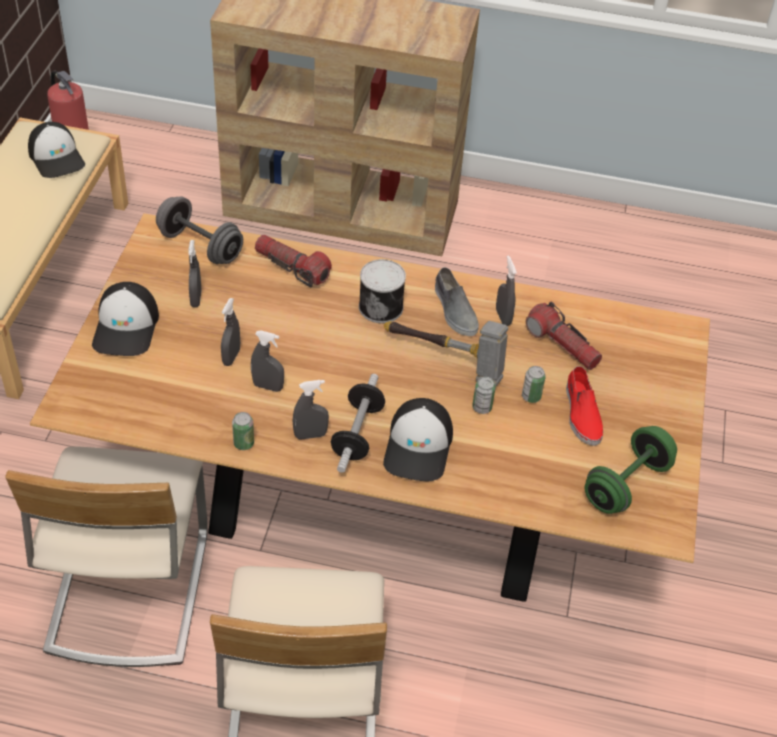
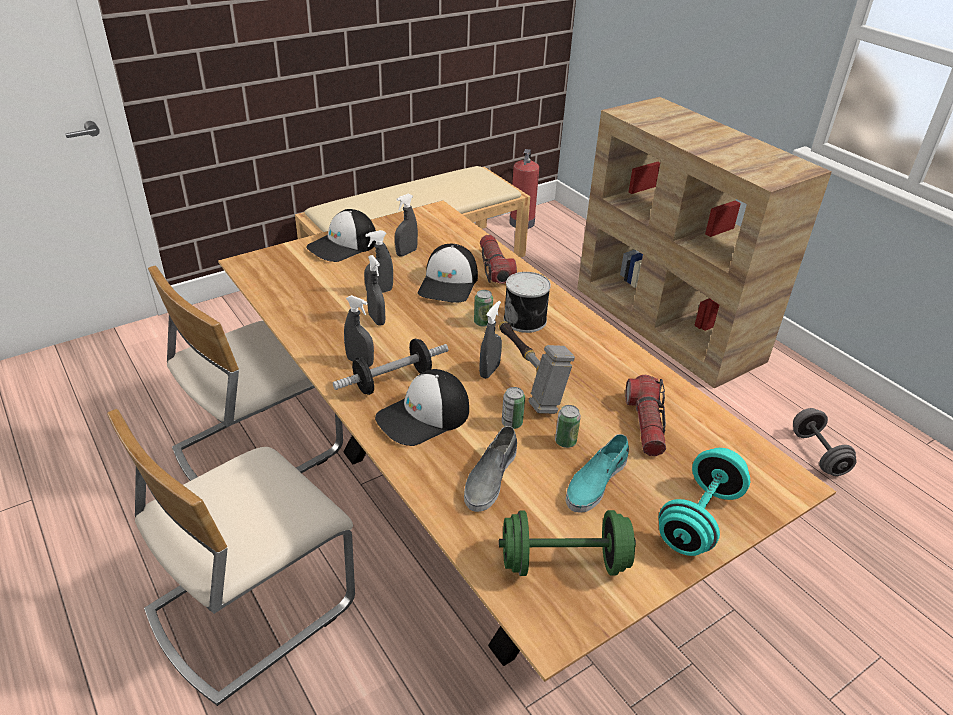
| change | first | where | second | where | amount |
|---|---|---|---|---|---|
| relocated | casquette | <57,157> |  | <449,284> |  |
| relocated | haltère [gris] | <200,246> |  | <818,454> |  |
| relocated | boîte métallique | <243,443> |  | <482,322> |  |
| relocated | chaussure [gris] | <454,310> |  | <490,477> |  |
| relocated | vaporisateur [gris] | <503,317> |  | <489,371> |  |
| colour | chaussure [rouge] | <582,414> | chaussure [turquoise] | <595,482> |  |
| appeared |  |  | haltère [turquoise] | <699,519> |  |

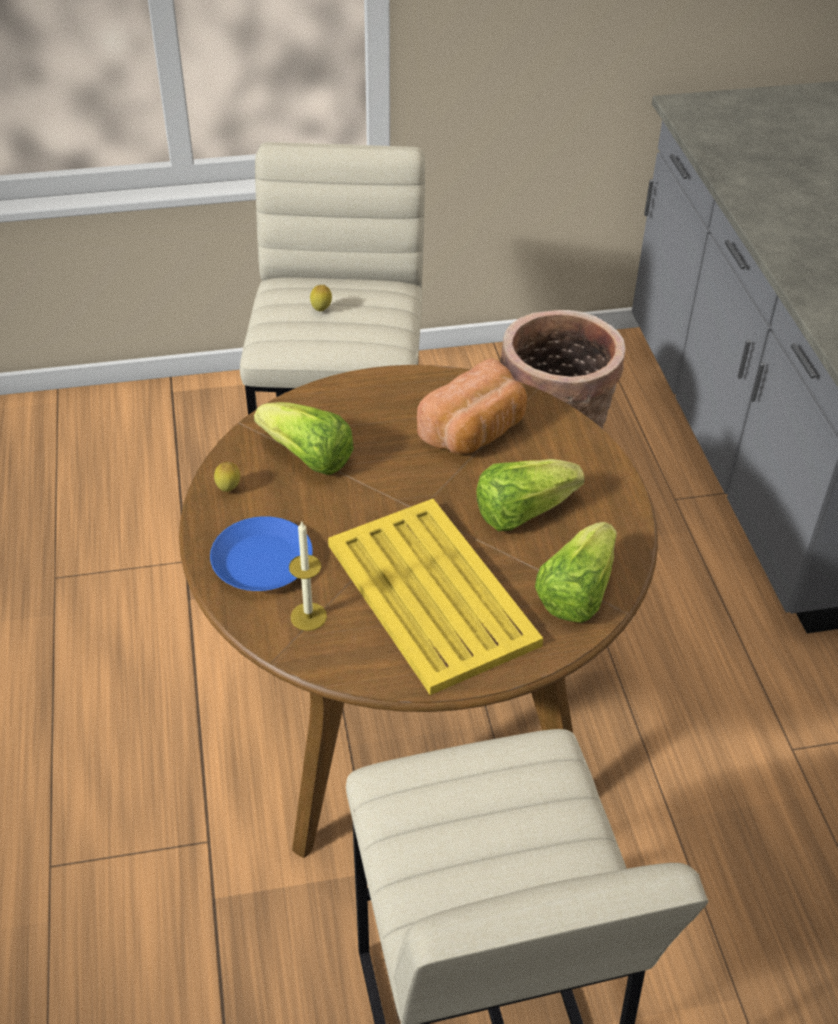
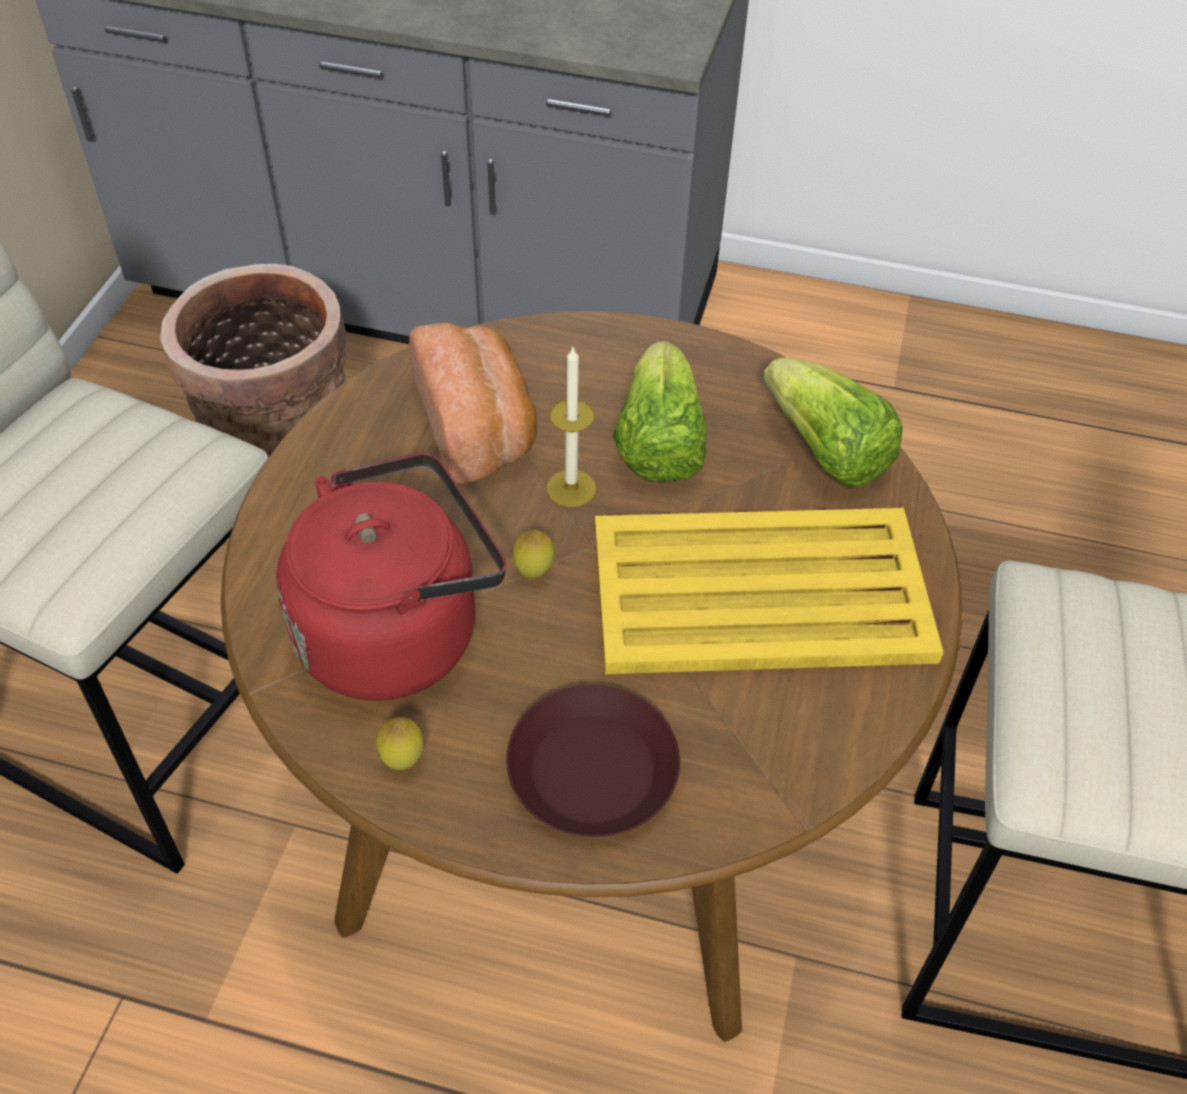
| change | first | where | second | where | amount |
|---|---|---|---|---|---|
| colour | assiette [bleu] | <263,562> | assiette [marron] | <594,769> |  |
| exchanged | laitue | <307,457> | bouilloire [rouge] | <398,631> |  |
| relocated | bougie | <308,616> |  | <571,488> |  |
| relocated | citron | <321,310> |  | <533,572> |  |

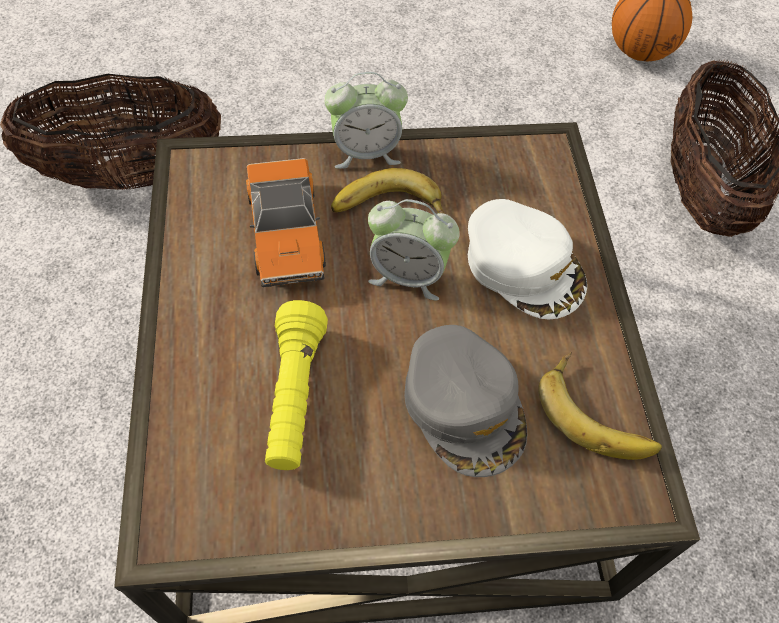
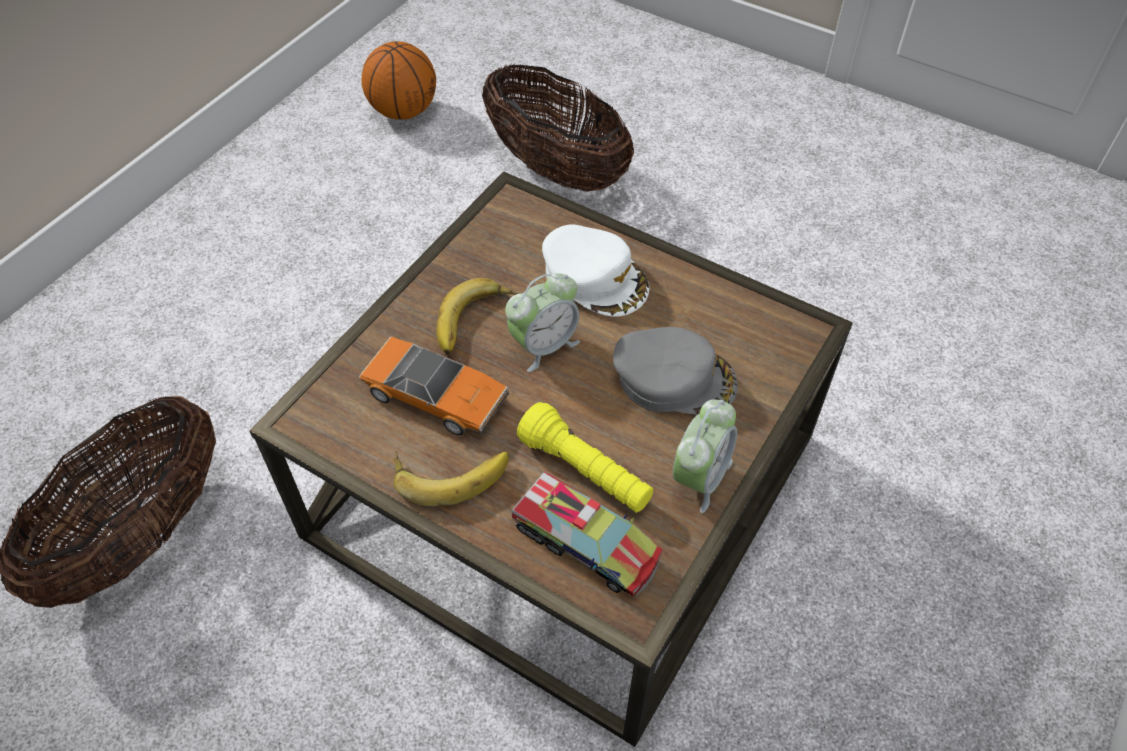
| change | first | where | second | where | amount |
|---|---|---|---|---|---|
| relocated | réveil | <366,152> |  | <700,477> |  |
| spun | casquette [blanc] | <524,265> |  | <595,277> | 45 degrees clockwise |
| relocated | banane | <598,412> |  | <450,471> |  |
| appeared |  |  | camion jouet | <585,543> |  |

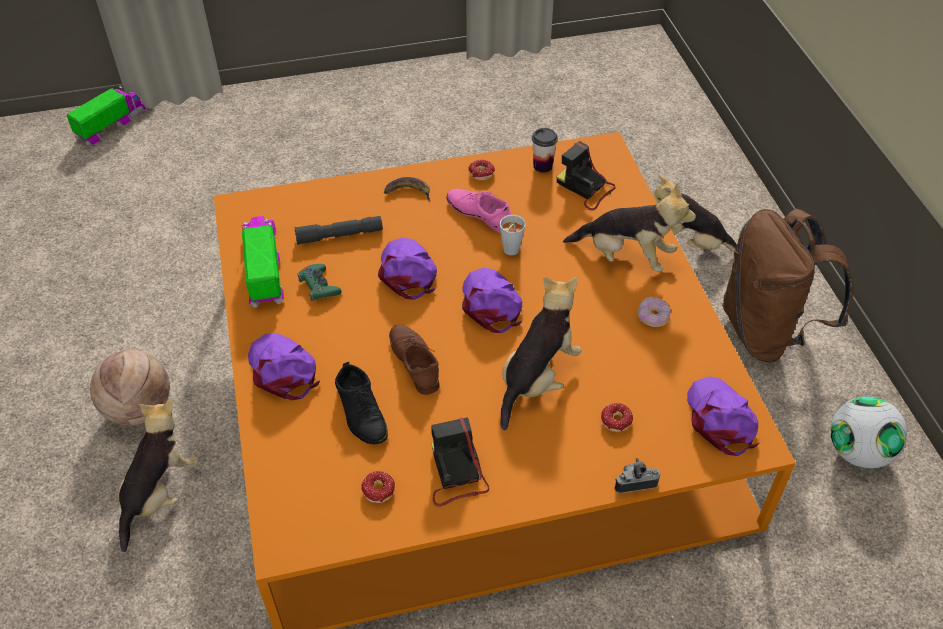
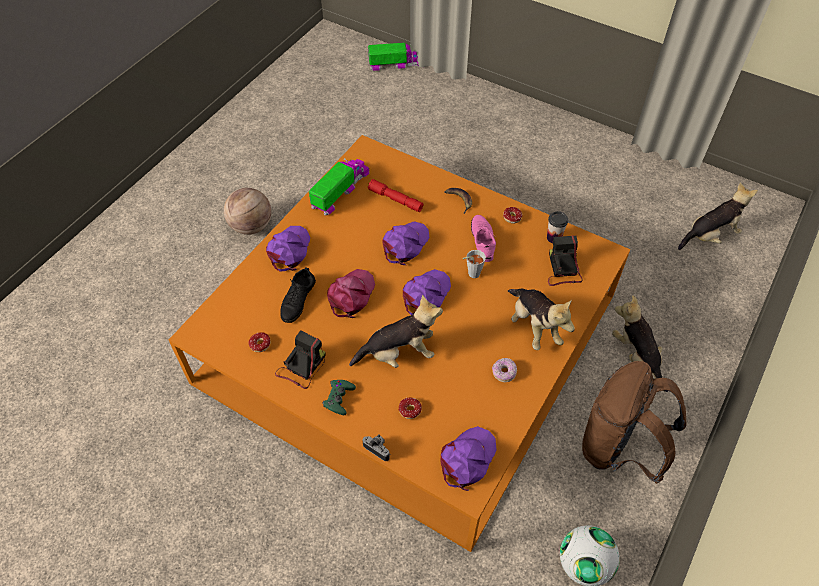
| change | first | where | second | where | amount |
|---|---|---|---|---|---|
| relocated | peluche | <160,493> |  | <710,236> |  |
| colour | lampe de poche [gris] | <339,235> | lampe de poche [rouge] | <395,199> |  |
| relocated | manette [vert] | <319,286> |  | <339,398> |  |
| exchanged | chaussure [marron] | <414,362> | casquette [rose] | <351,295> |  |

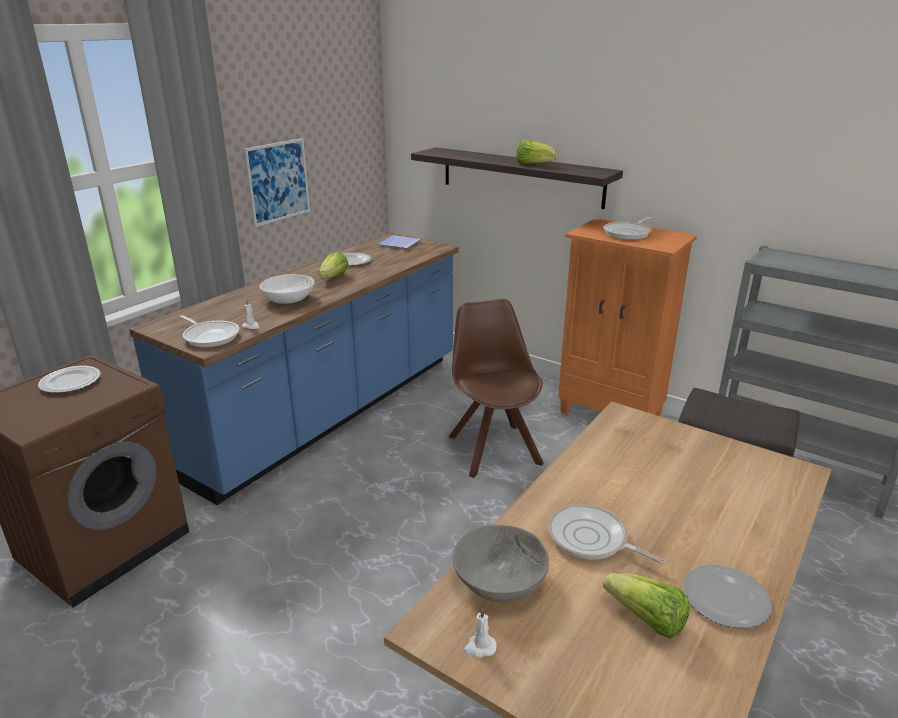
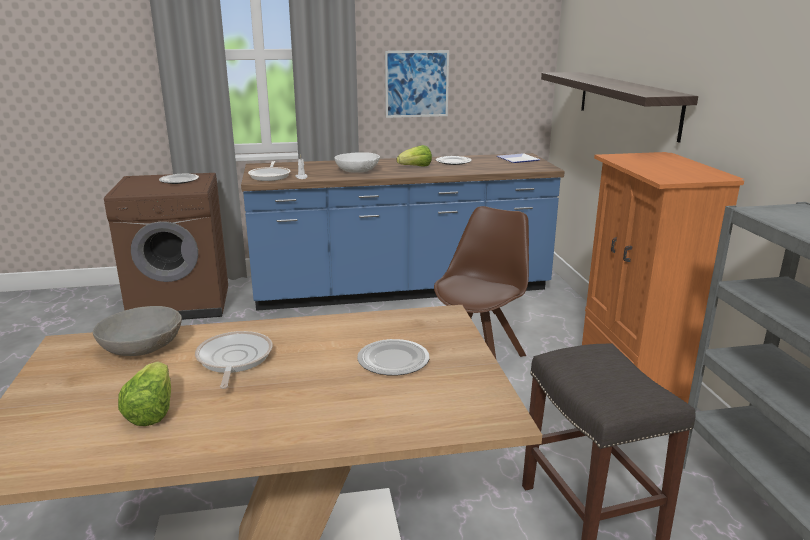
| change | first | where | second | where | amount |
|---|---|---|---|---|---|
| missing | bougie [blanc] | <479,647> |  |  |  |
| missing | laitue | <533,164> |  |  |  |
| missing | poêle | <628,233> |  |  |  |
| relocated | assiette | <724,598> |  | <393,359> |  |

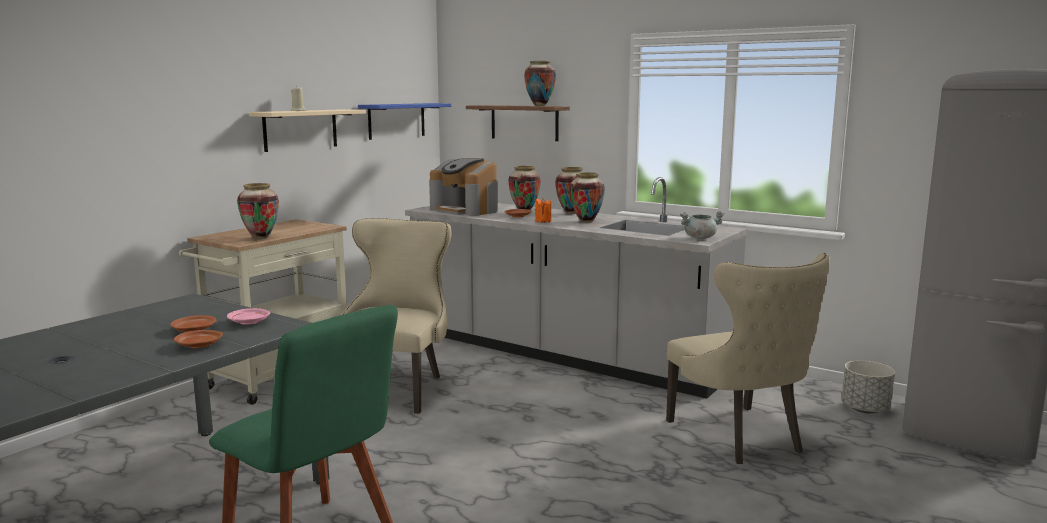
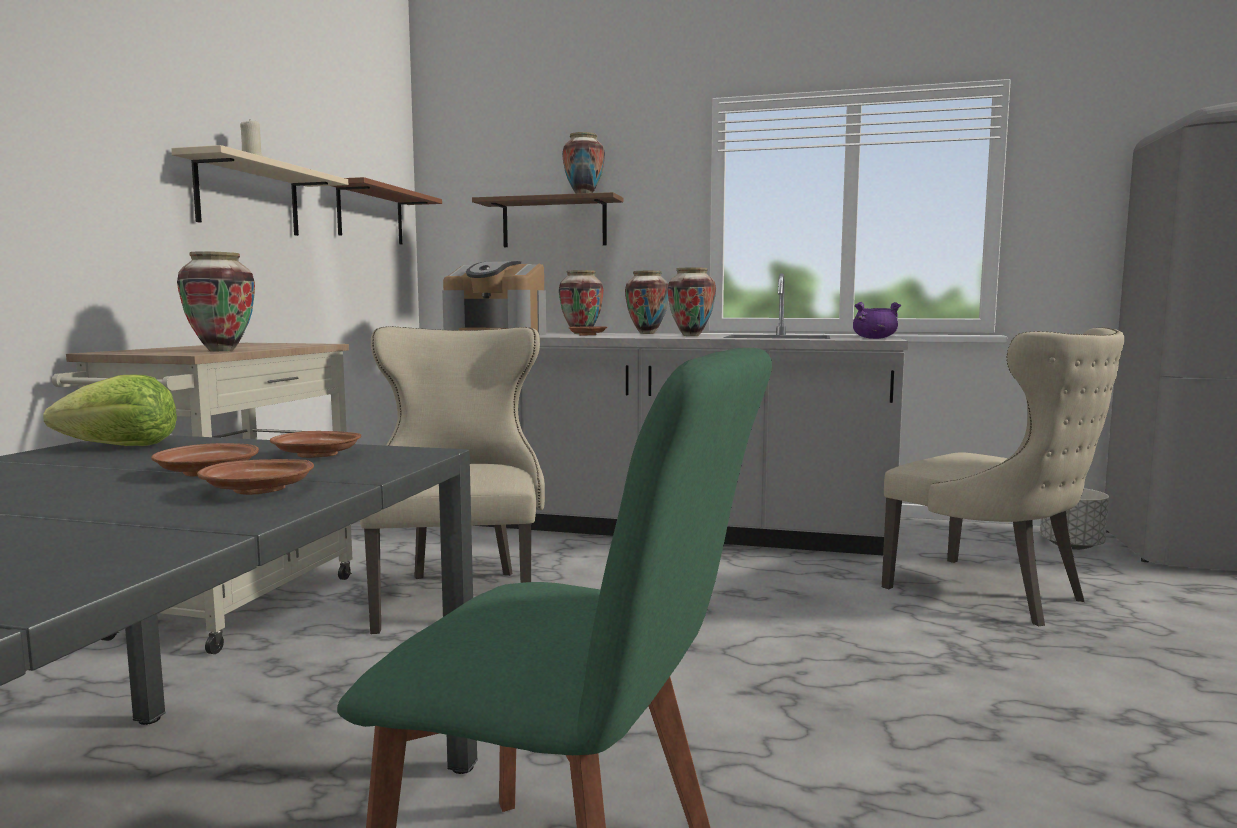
| change | first | where | second | where | amount |
|---|---|---|---|---|---|
| colour | assiette [rose] | <249,322> | assiette [marron] | <317,455> |  |
| colour | étagère [bleu] | <396,120> | étagère [marron] | <370,215> |  |
| missing | bougie [orange] | <543,221> |  |  |  |
| colour | marmite [gris] | <700,238> | marmite [violet] | <874,338> |  |
| appeared |  |  | laitue | <121,446> |  |

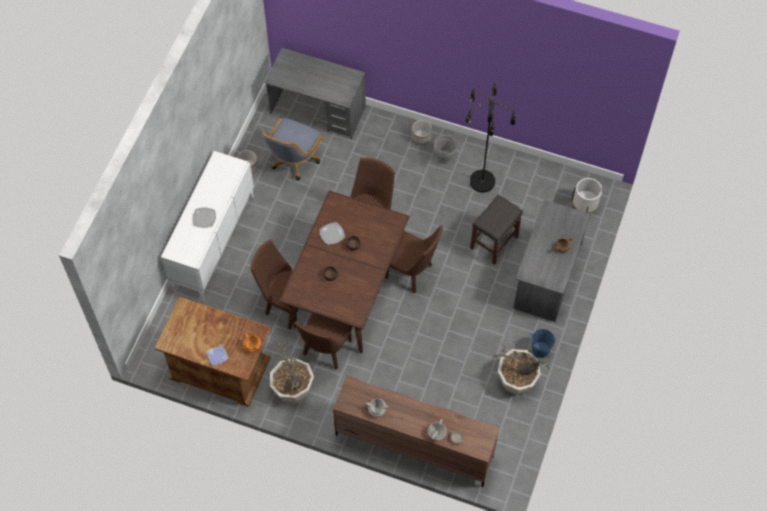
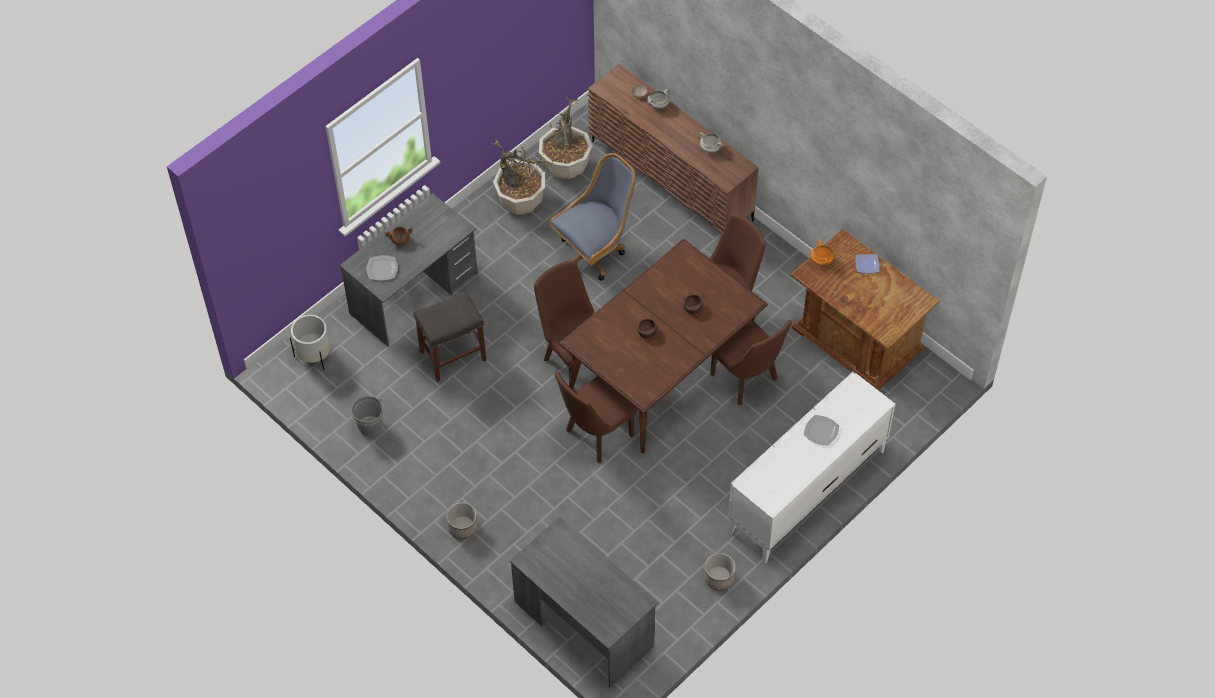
| change | first | where | second | where | amount |
|---|---|---|---|---|---|
| relocated | chaise de bureau [bleu] | <293,163> |  | <595,251> |  |
| relocated | plante en pot | <292,388> |  | <566,167> |  |
| relocated | assiette | <332,234> |  | <382,268> |  |
| relocated | seau [gris] | <444,157> |  | <370,426> |  |
| missing | lampadaire | <481,181> |  |  |  |
| missing | seau [bleu] | <540,350> |  |  |  |

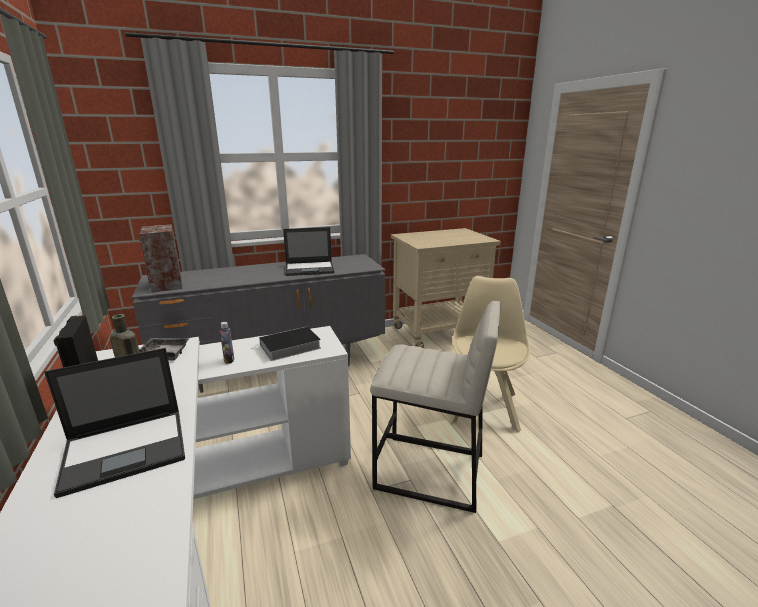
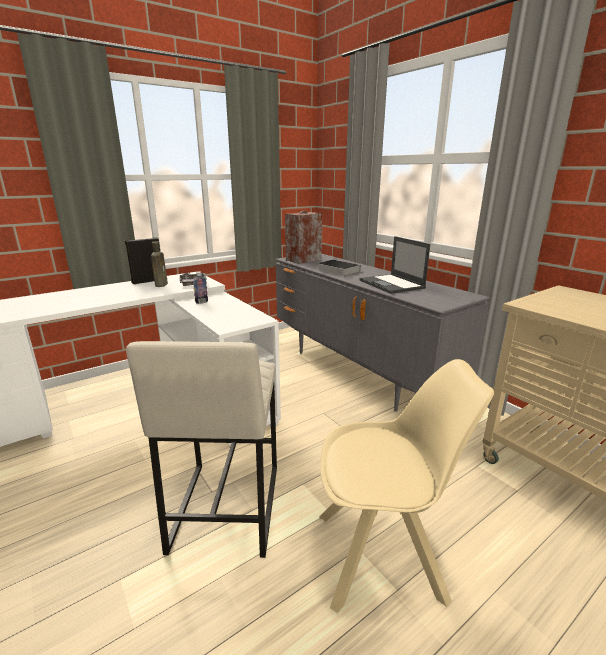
| change | first | where | second | where | amount |
|---|---|---|---|---|---|
| missing | ordinateur portable | <127,449> |  |  |  |
| relocated | livre | <288,347> |  | <337,270> |  |

